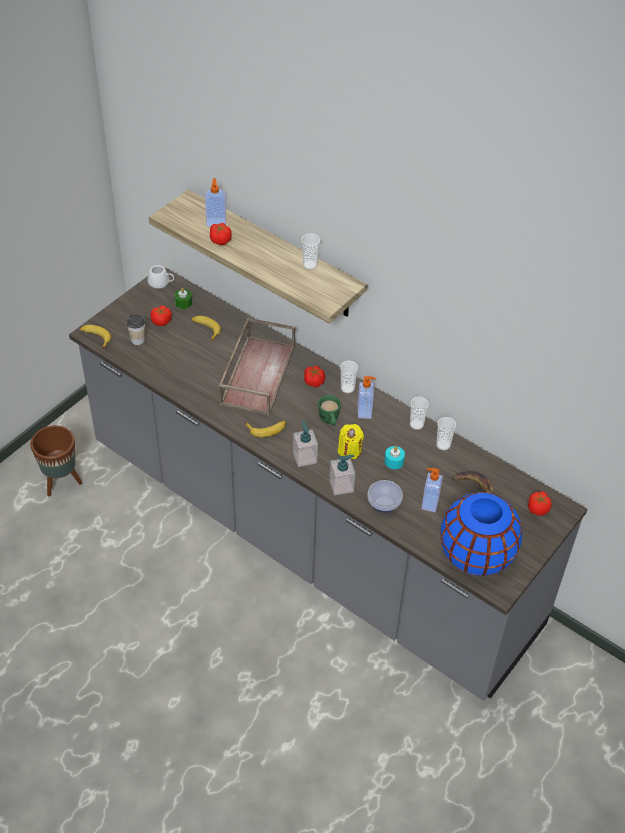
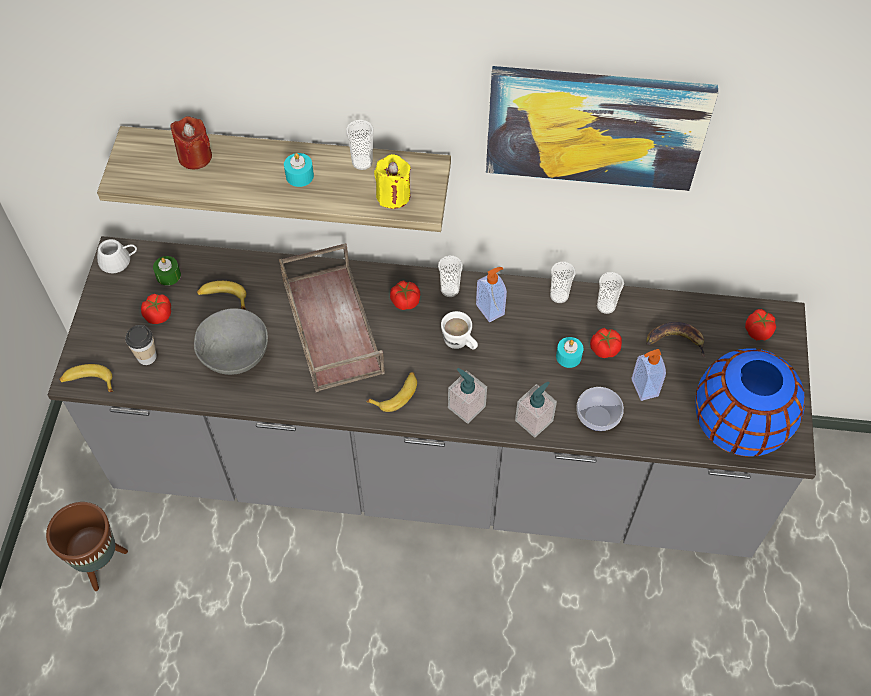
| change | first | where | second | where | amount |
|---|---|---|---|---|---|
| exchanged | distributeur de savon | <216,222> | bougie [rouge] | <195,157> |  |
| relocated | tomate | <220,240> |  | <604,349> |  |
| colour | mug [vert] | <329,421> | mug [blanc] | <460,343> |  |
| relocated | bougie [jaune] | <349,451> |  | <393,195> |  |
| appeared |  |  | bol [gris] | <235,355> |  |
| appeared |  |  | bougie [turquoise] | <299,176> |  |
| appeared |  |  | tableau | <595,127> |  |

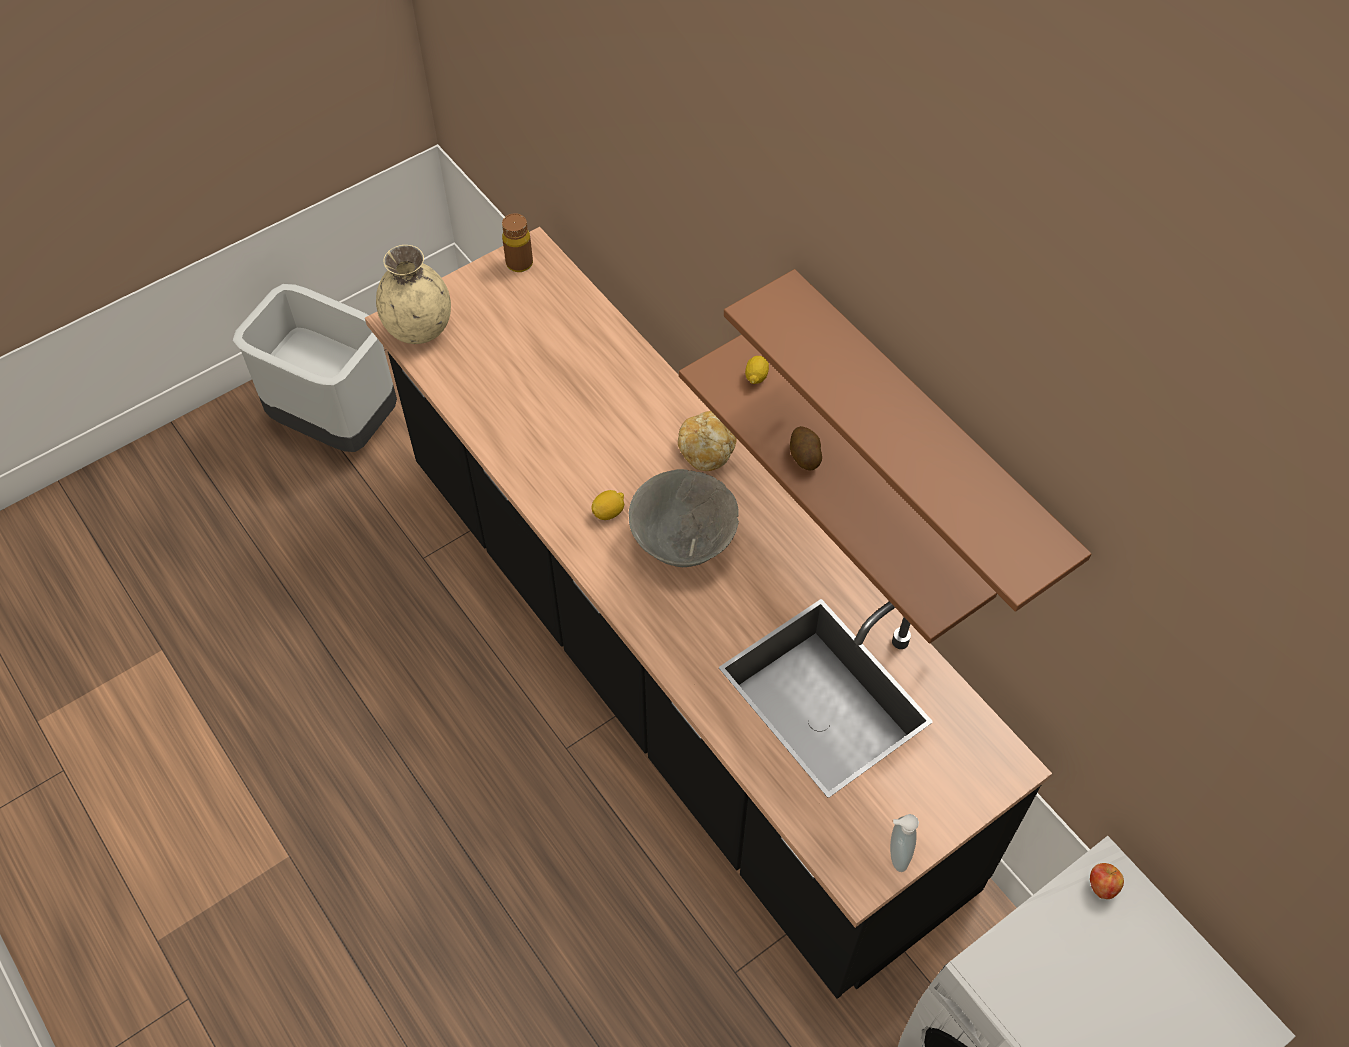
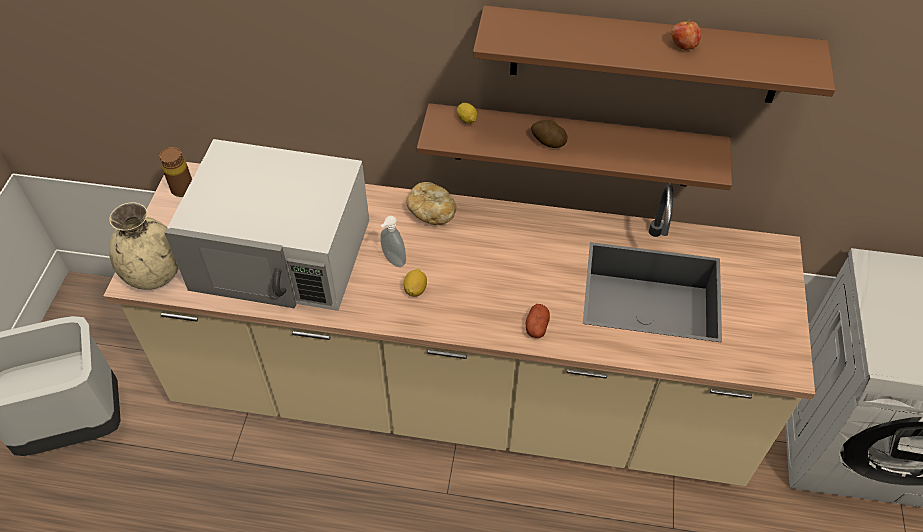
| change | first | where | second | where | amount |
|---|---|---|---|---|---|
| colour | comptoir de cuisine [noir] | <674,670> | comptoir de cuisine [beige] | <460,395> |  |
| missing | bol [gris] | <682,543> |  |  |  |
| relocated | distributeur de savon | <896,854> |  | <392,261> |  |
| relocated | pomme | <1102,886> |  | <683,46> |  |
| appeared |  |  | micro-ondes [blanc] | <283,254> |  |
| appeared |  |  | pomme de terre | <536,326> |  |

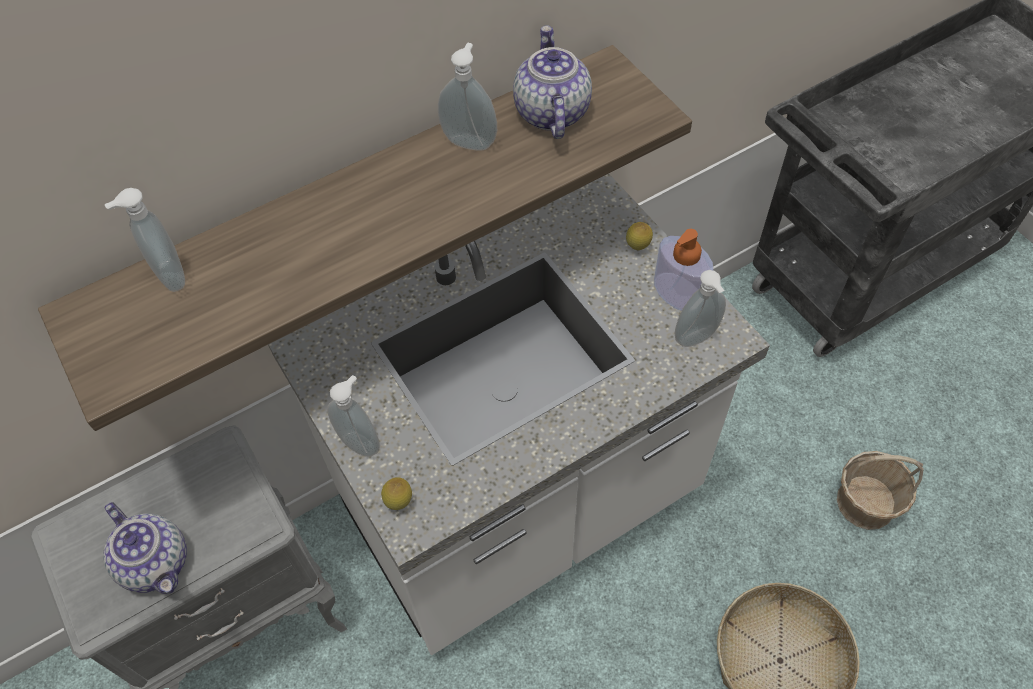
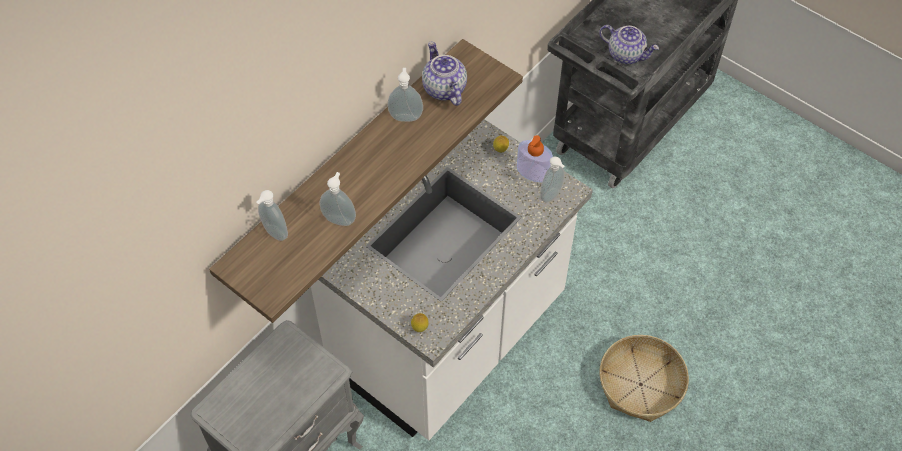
| change | first | where | second | where | amount |
|---|---|---|---|---|---|
| relocated | théière | <157,562> |  | <626,54> |  |
| relocated | distributeur de savon | <361,441> |  | <340,219> |  |
| missing | panier | <866,503> |  |  |  |

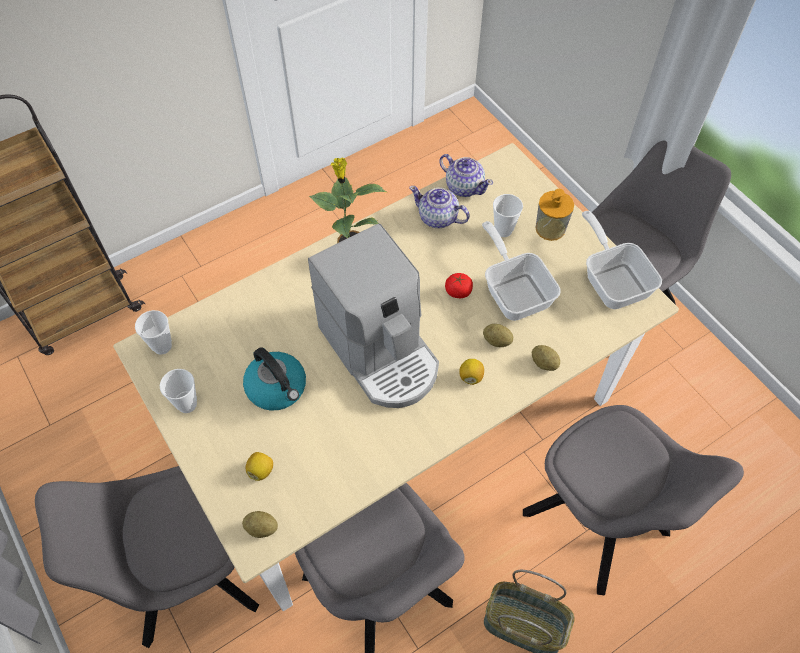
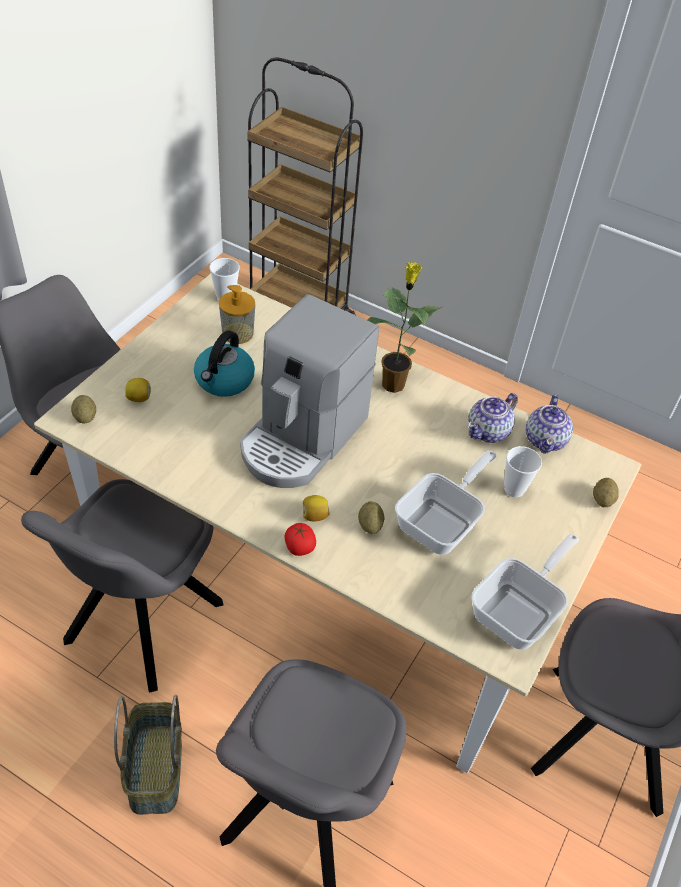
| change | first | where | second | where | amount |
|---|---|---|---|---|---|
| missing | tasse | <187,404> |  |  |  |
| spun | théière | <438,218> |  | <488,431> | 135 degrees counterclockwise |
| relocated | tomate | <458,292> |  | <299,547> |  |
| relocated | pomme de terre | <544,363> |  | <602,500> |  |
| relocated | distributeur de savon | <550,228> |  | <237,333> |  |

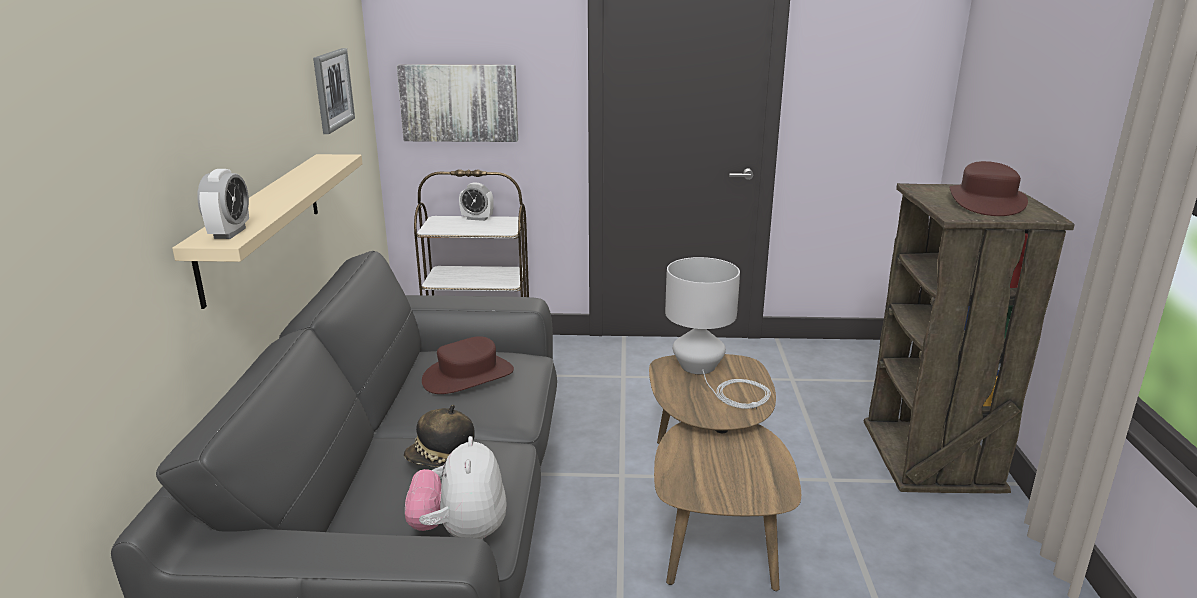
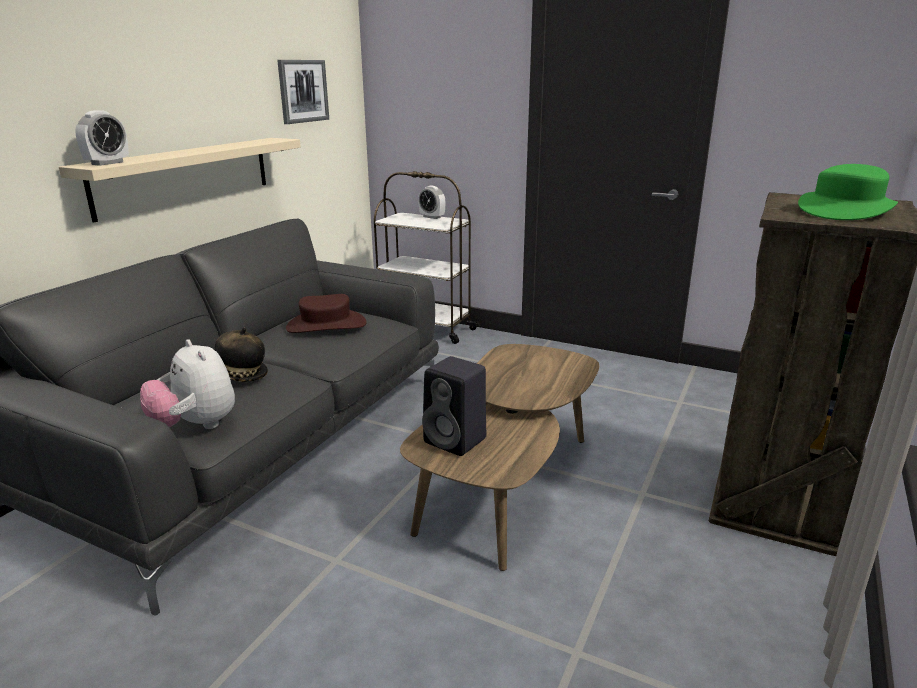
| change | first | where | second | where | amount |
|---|---|---|---|---|---|
| missing | tableau | <459,103> |  |  |  |
| spun | peluche | <461,533> |  | <195,426> | 60 degrees counterclockwise |
| missing | lampe de table [gris] | <714,376> |  |  |  |
| colour | chapeau [marron] | <986,202> | chapeau [vert] | <845,210> |  |
| appeared |  |  | enceinte [noir] | <457,441> |  |

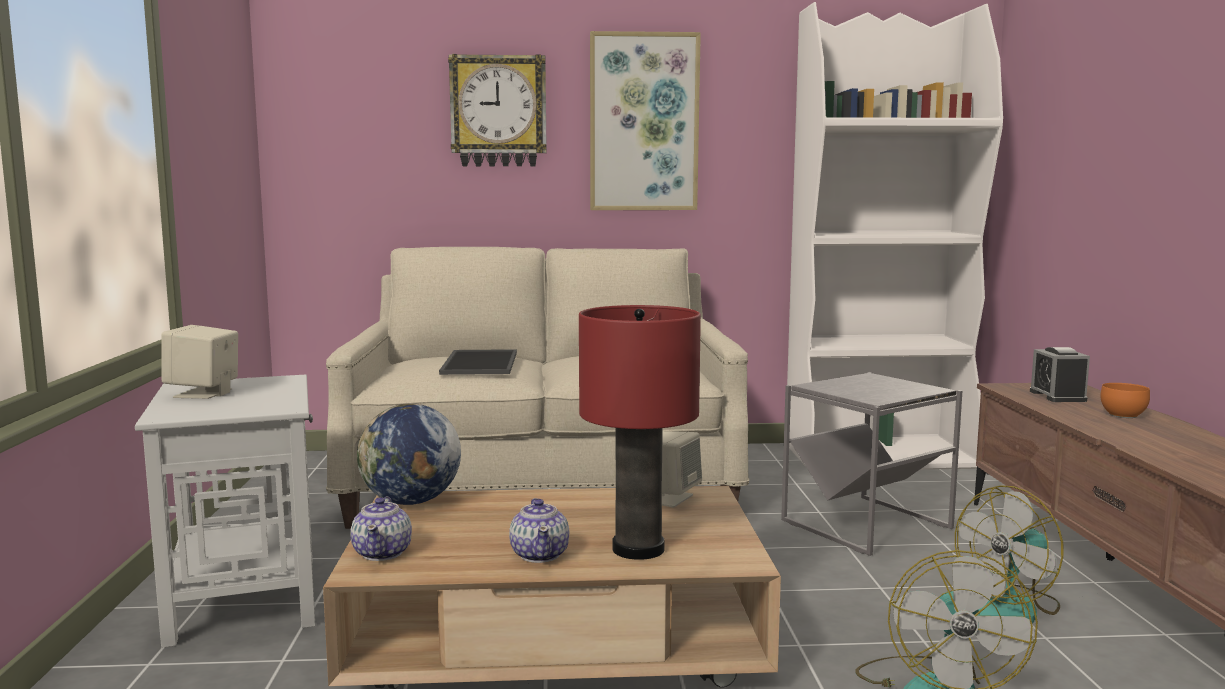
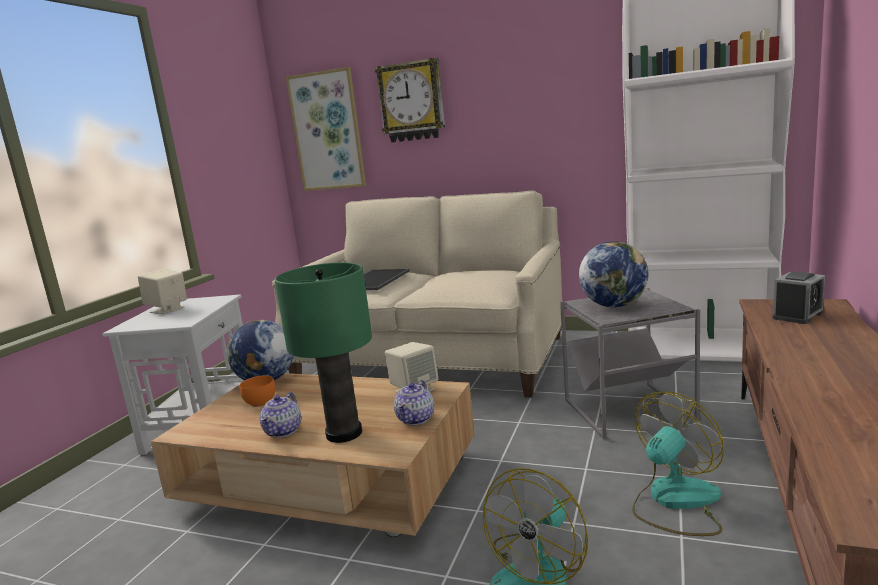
| change | first | where | second | where | amount |
|---|---|---|---|---|---|
| relocated | théière | <383,553> |  | <416,418> |  |
| colour | lampe de table [rouge] | <639,549> | lampe de table [vert] | <344,433> |  |
| relocated | tableau | <644,122> |  | <327,131> |  |
| spun | ventilateur | <1007,607> |  | <675,502> | 150 degrees clockwise |
| spun | réveil | <1057,396> |  | <797,315> | 150 degrees counterclockwise |
| relocated | bol [orange] | <1122,416> |  | <259,403> |  |
| appeared |  |  | globe | <614,305> |  |

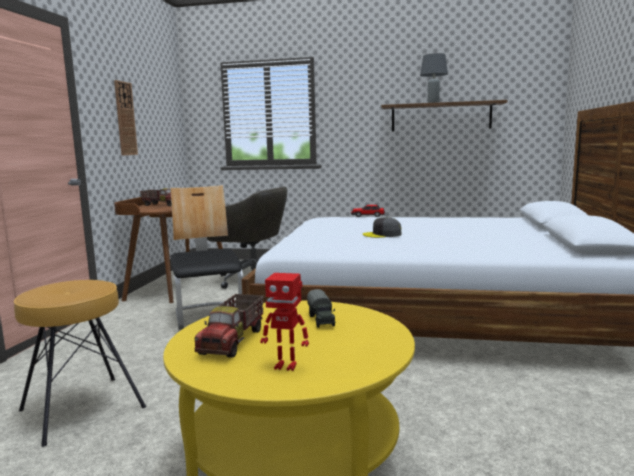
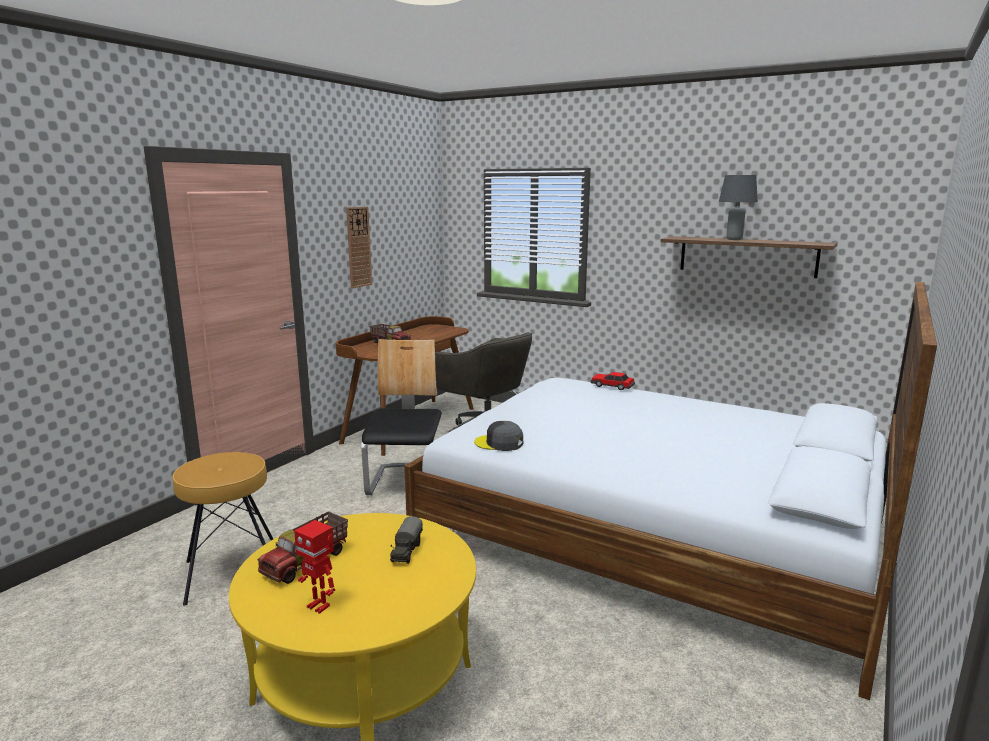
| change | first | where | second | where | amount |
|---|---|---|---|---|---|
| relocated | casquette [gris] | <382,234> |  | <499,443> |  |

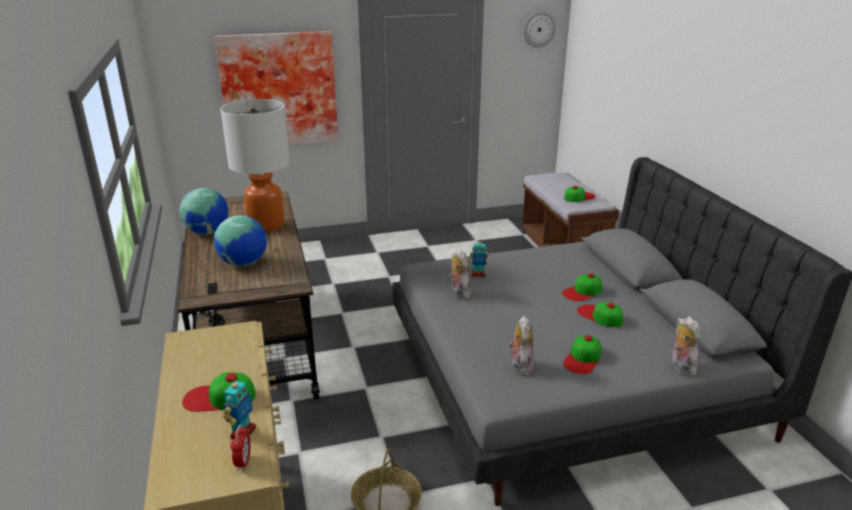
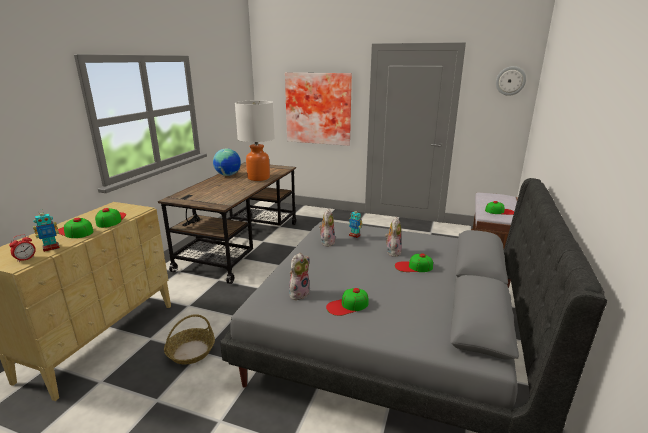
| change | first | where | second | where | amount |
|---|---|---|---|---|---|
| missing | globe | <244,263> |  |  |  |
| relocated | casquette | <599,316> |  | <111,219> |  |
| relocated | peluche | <680,367> |  | <392,252> |  |

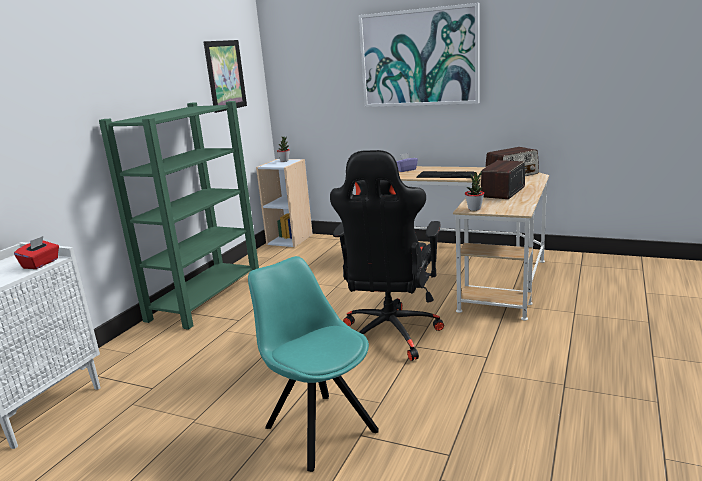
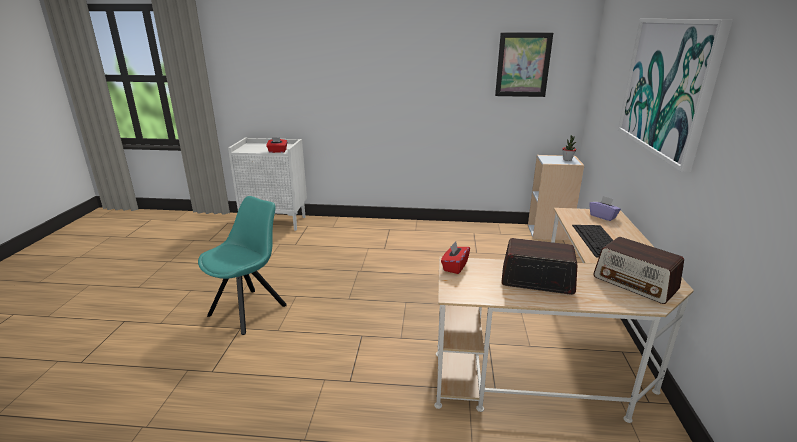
| change | first | where | second | where | amount |
|---|---|---|---|---|---|
| missing | bibliothèque [vert] | <205,298> |  |  |  |
| missing | chaise de bureau [noir] | <392,330> |  |  |  |
| exchanged | plante en pot | <474,209> | boîte à mouchoirs [rouge] | <454,267> |  |

